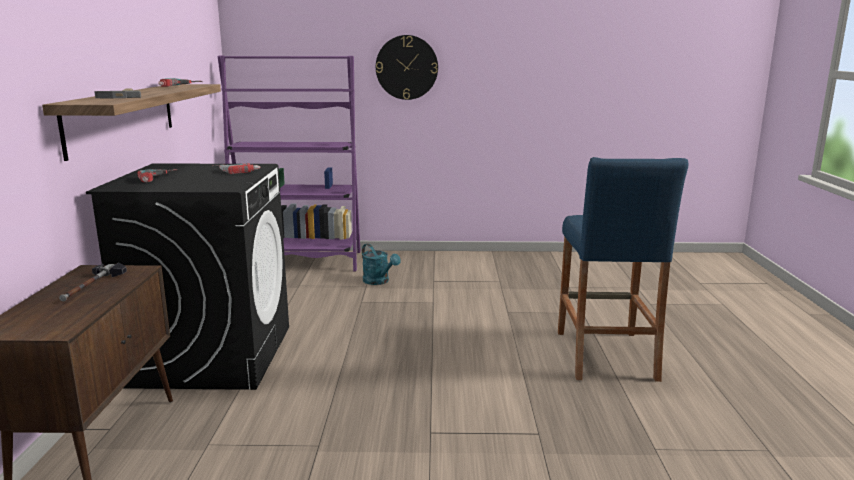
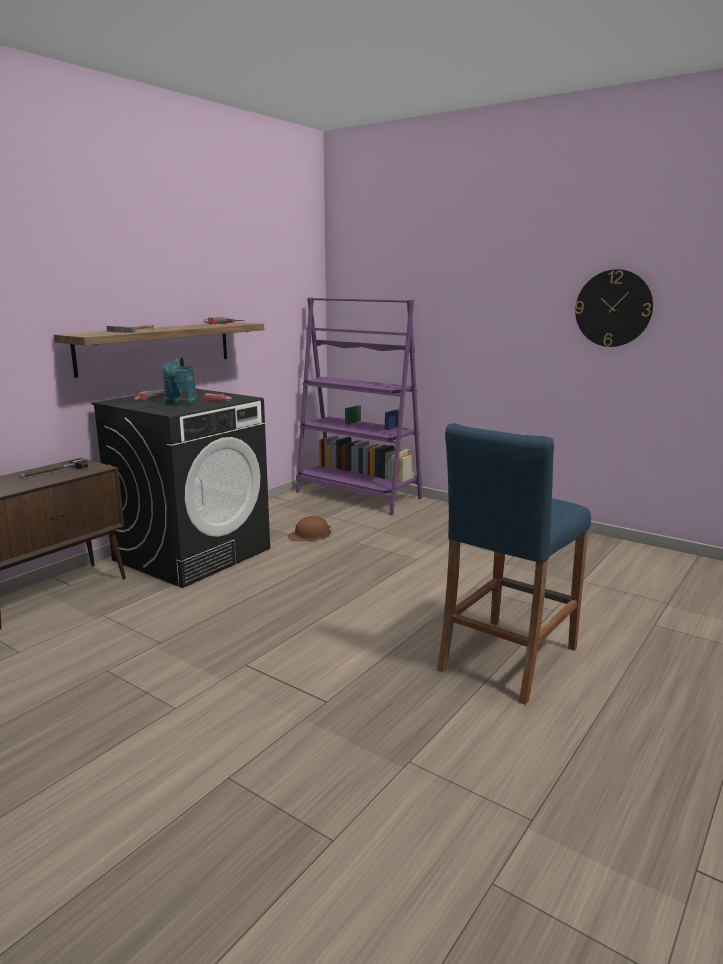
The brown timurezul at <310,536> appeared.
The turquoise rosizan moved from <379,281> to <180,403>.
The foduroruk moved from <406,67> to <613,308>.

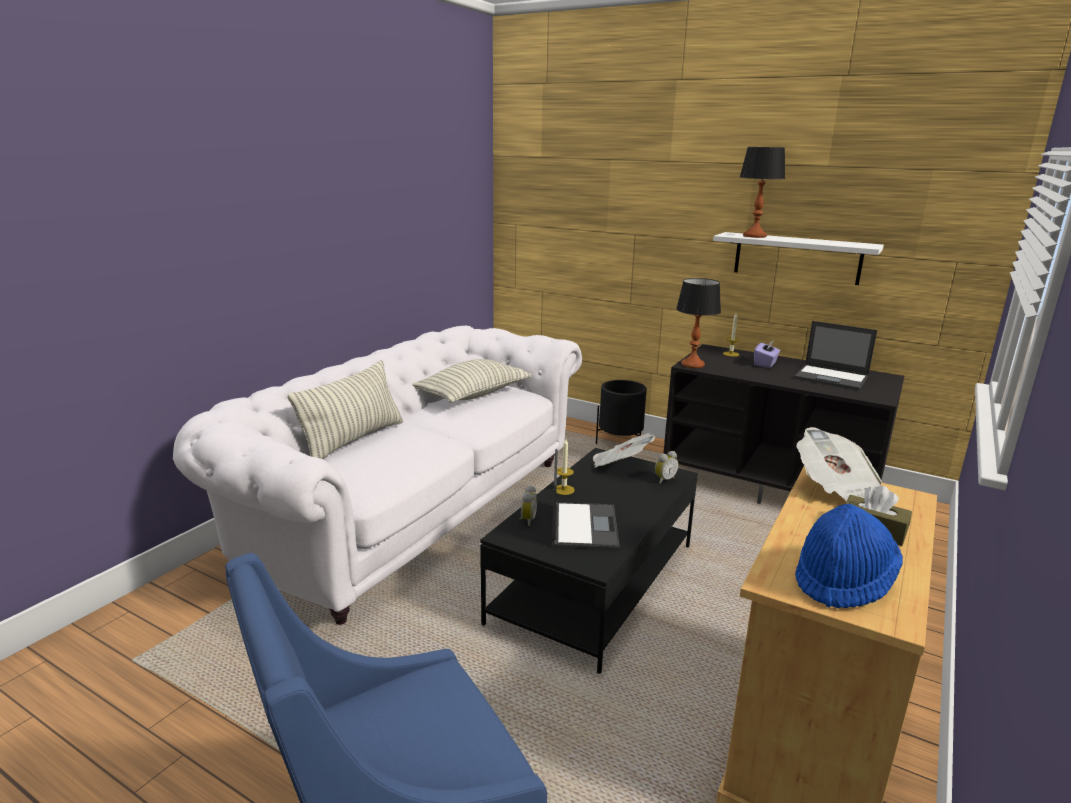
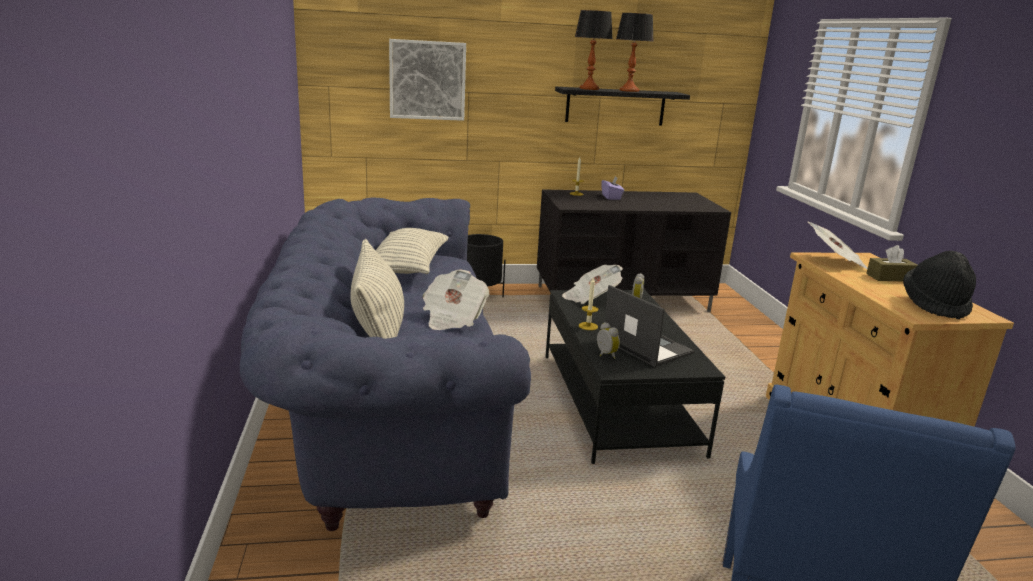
The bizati at <832,378> disappeared.
The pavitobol at <427,80> appeared.
The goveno at <453,318> appeared.
The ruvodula moved from <693,364> to <629,90>.
The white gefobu at <408,510> became the blue gefobu at <387,402>.
The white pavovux at <797,258> became the black pavovux at <615,106>.
The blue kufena at <843,581> became the black kufena at <934,305>.

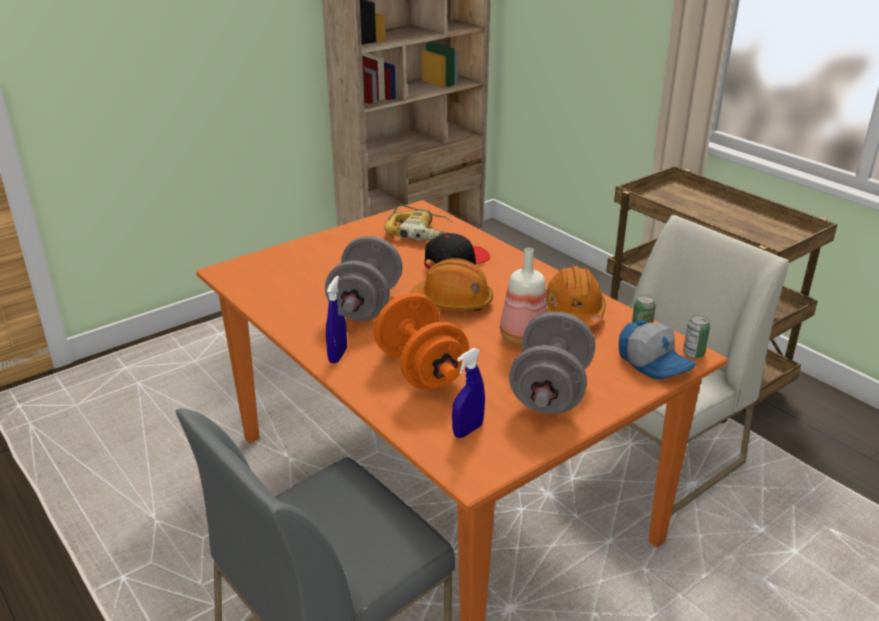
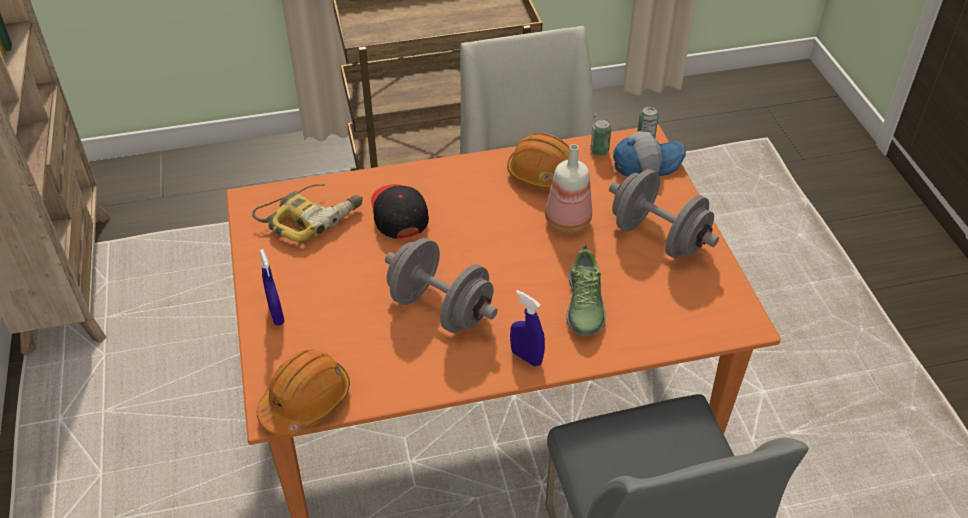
The orange timurezul moved from <453,302> to <306,401>.
The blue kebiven moved from <468,430> to <276,315>.
The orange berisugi at <421,370> was replaced by the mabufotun at <583,305>.

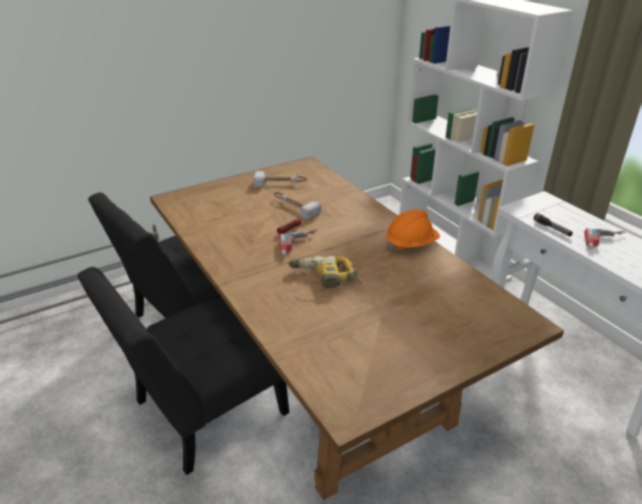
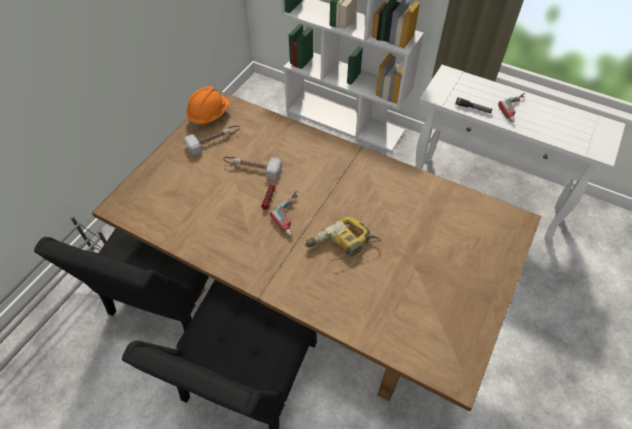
The orange timurezul moved from <411,244> to <209,115>.

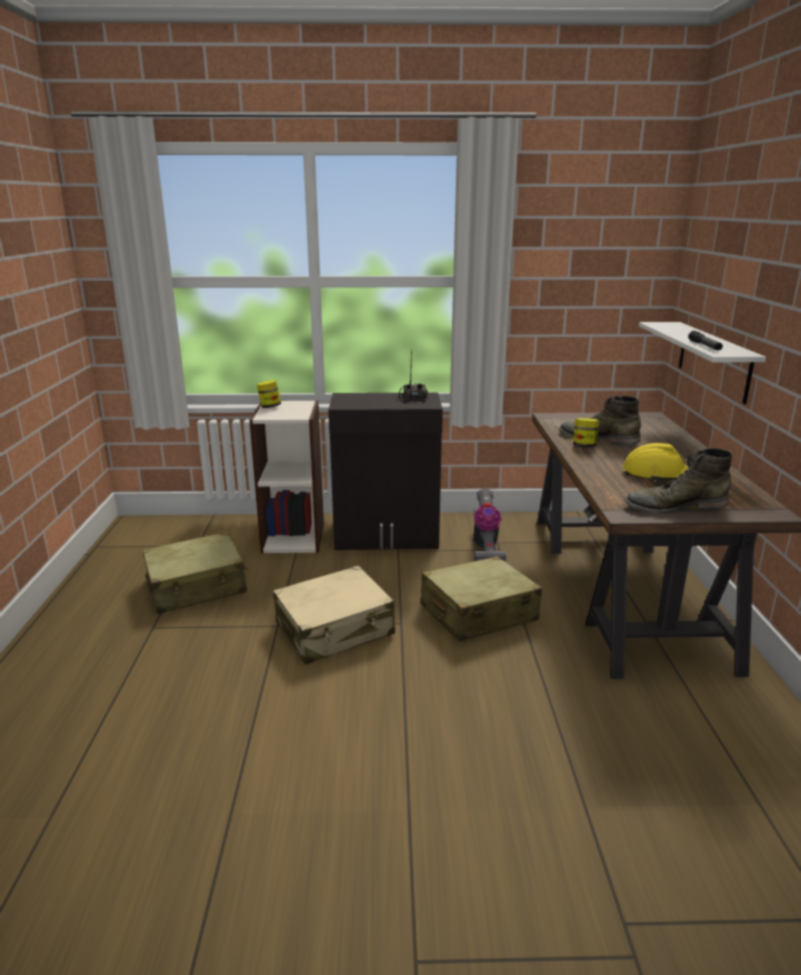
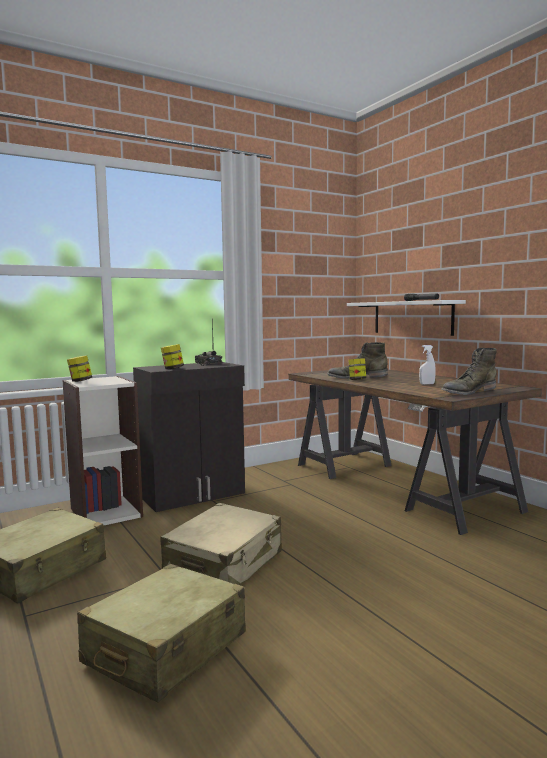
The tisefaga at <485,548> disappeared.
The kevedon at <172,369> appeared.
The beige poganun moved from <478,613> to <165,649>.
The yellow timurezul at <656,475> was replaced by the white kebiven at <427,384>.

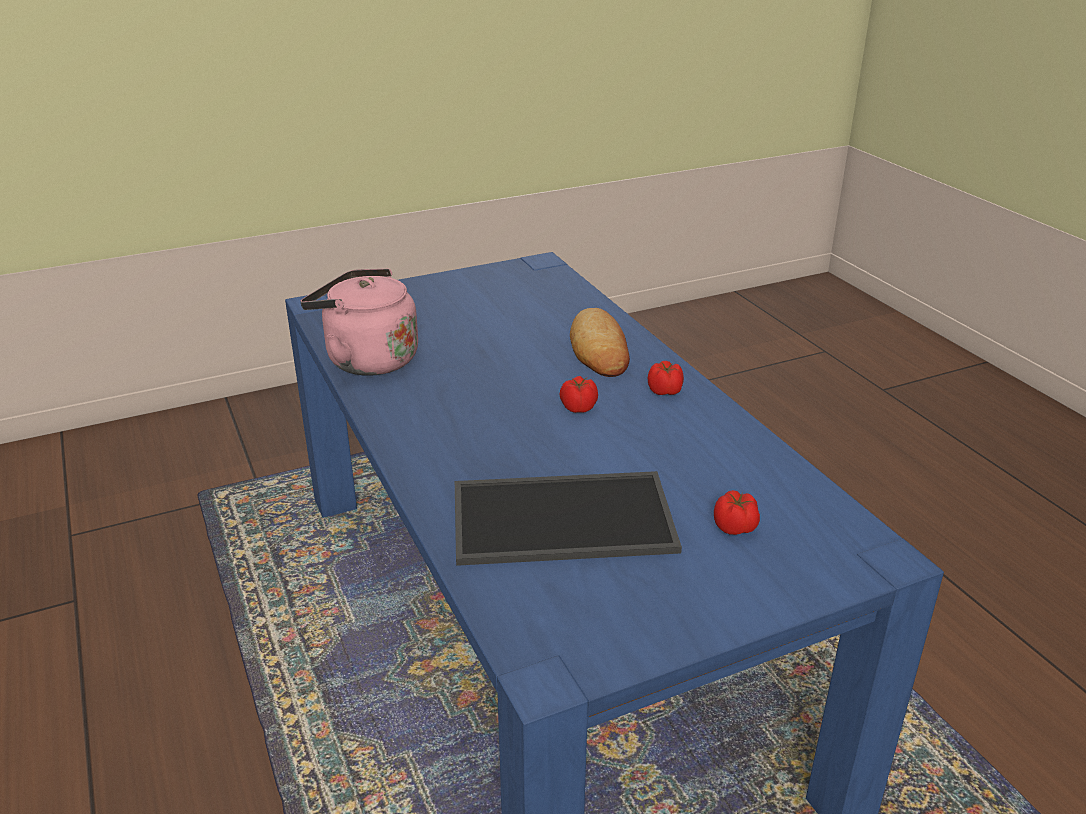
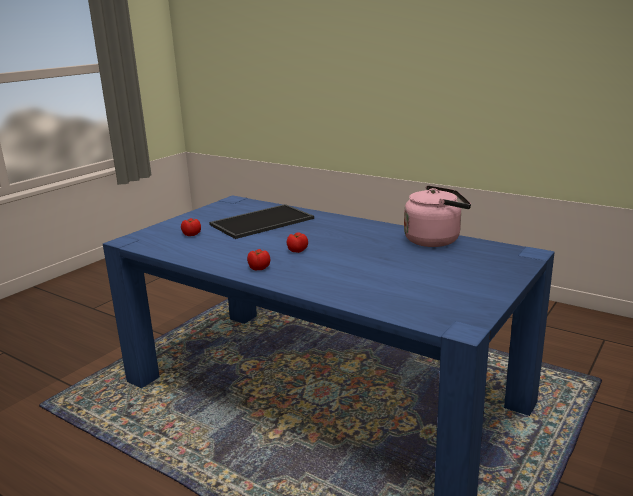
The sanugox at <599,349> disappeared.

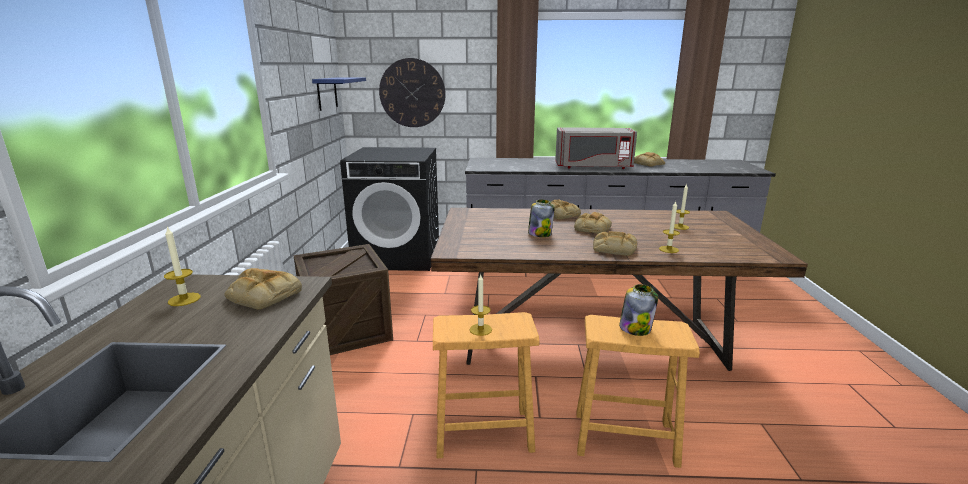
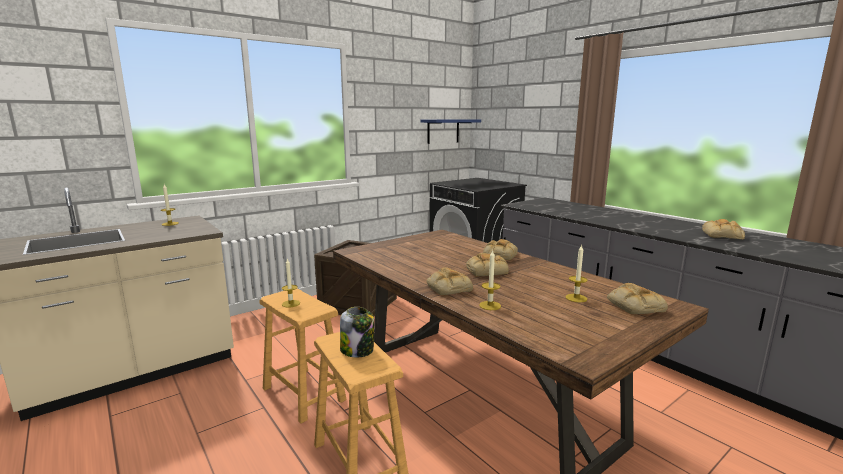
The foduroruk at <412,93> disappeared.
The kevedon at <540,234> disappeared.
The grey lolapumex at <593,167> disappeared.
The sanugox moved from <262,295> to <634,305>.

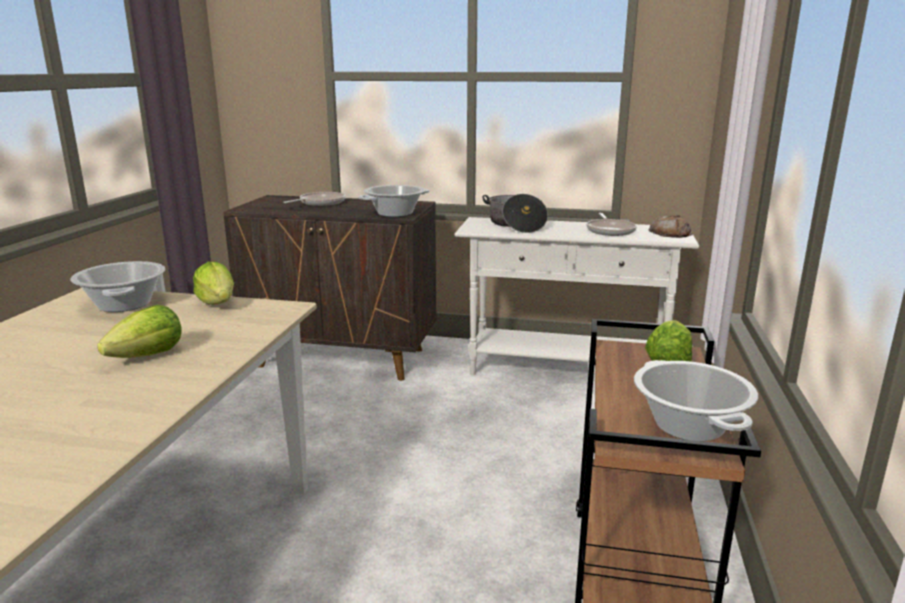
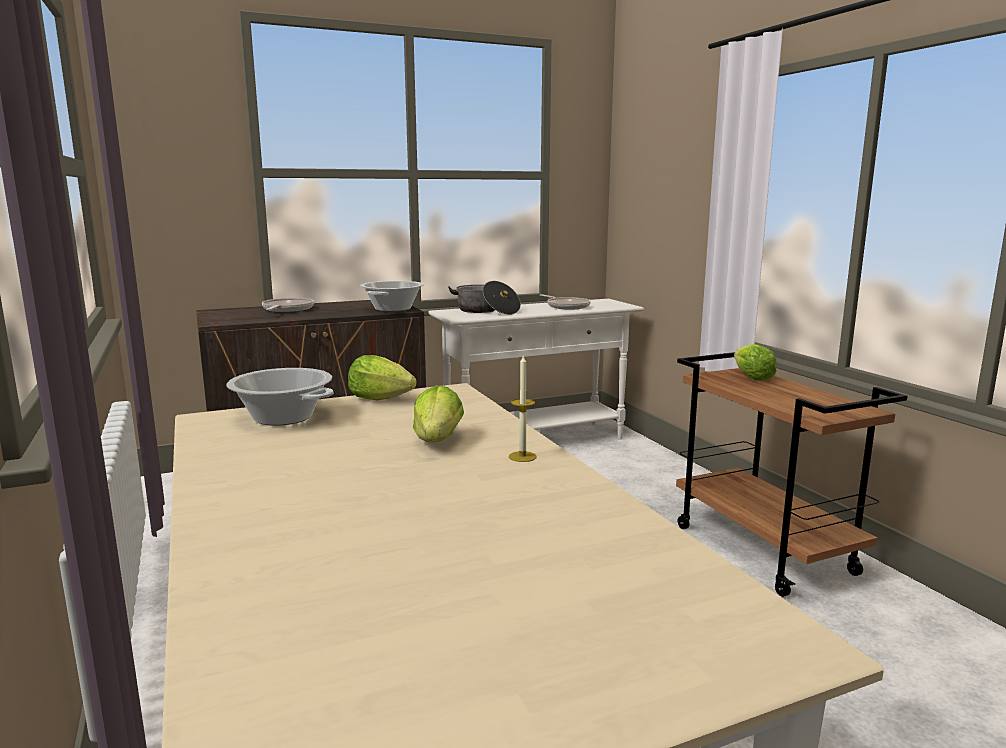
The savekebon at <688,426> disappeared.
The sanugox at <670,233> disappeared.
The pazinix at <522,456> appeared.

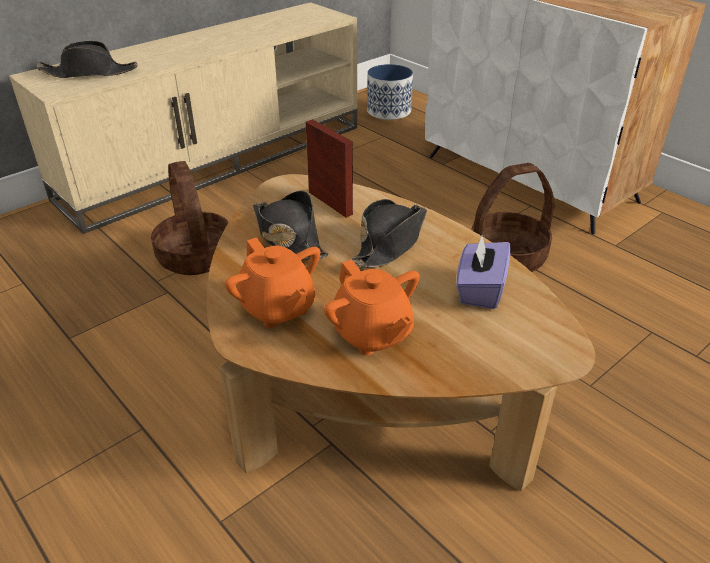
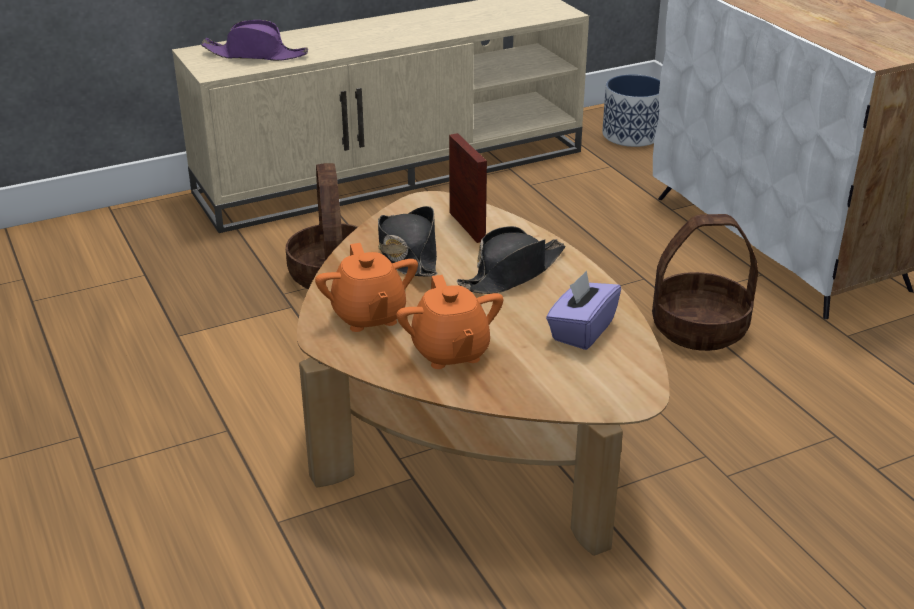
The black kufena at <90,73> became the purple kufena at <256,55>.

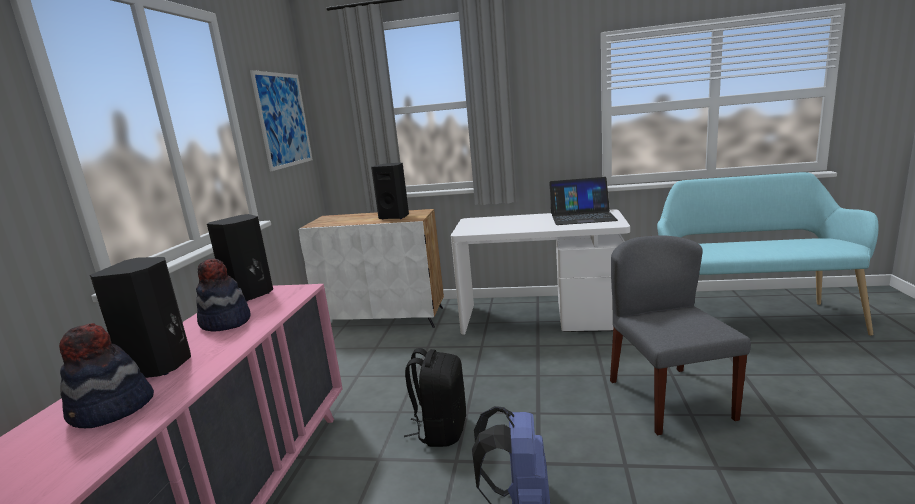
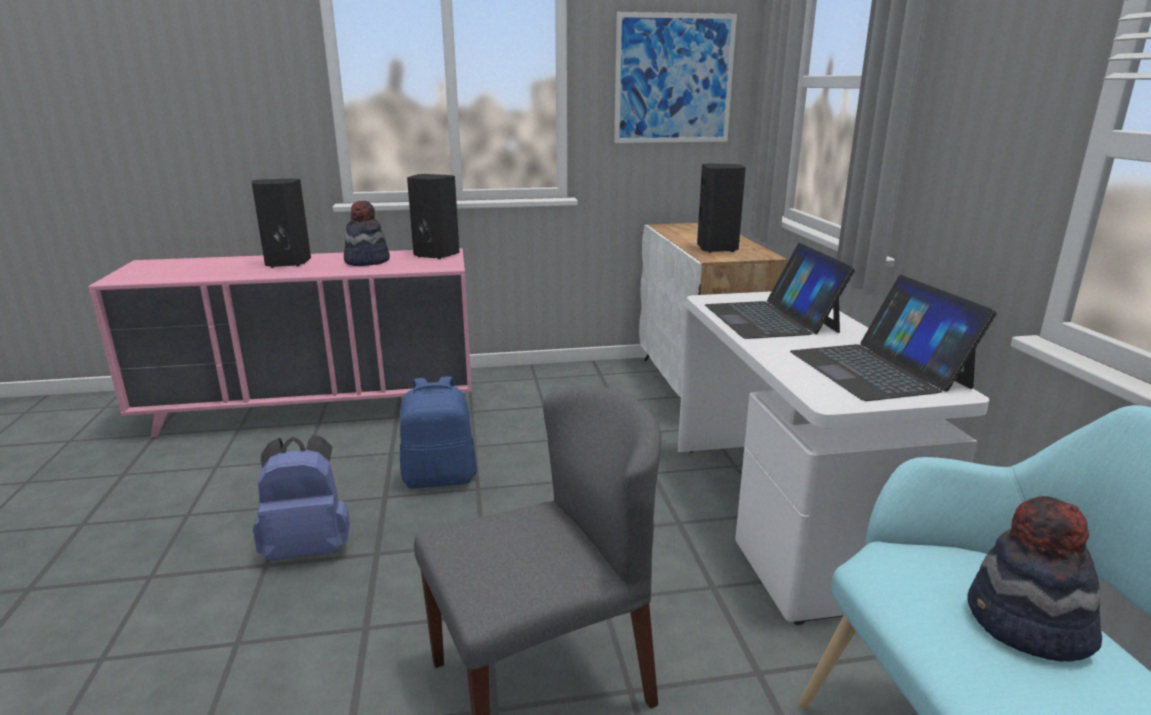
The bizati at <771,318> appeared.
The kufena moved from <112,410> to <1027,626>.
The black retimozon at <441,430> became the blue retimozon at <440,478>.

